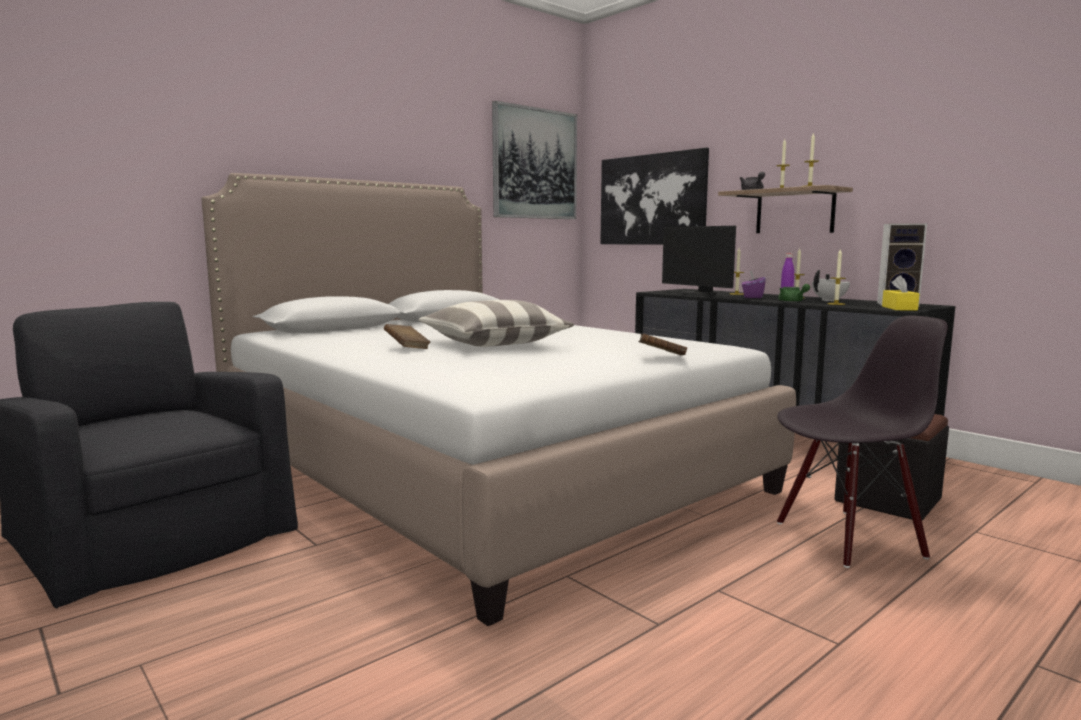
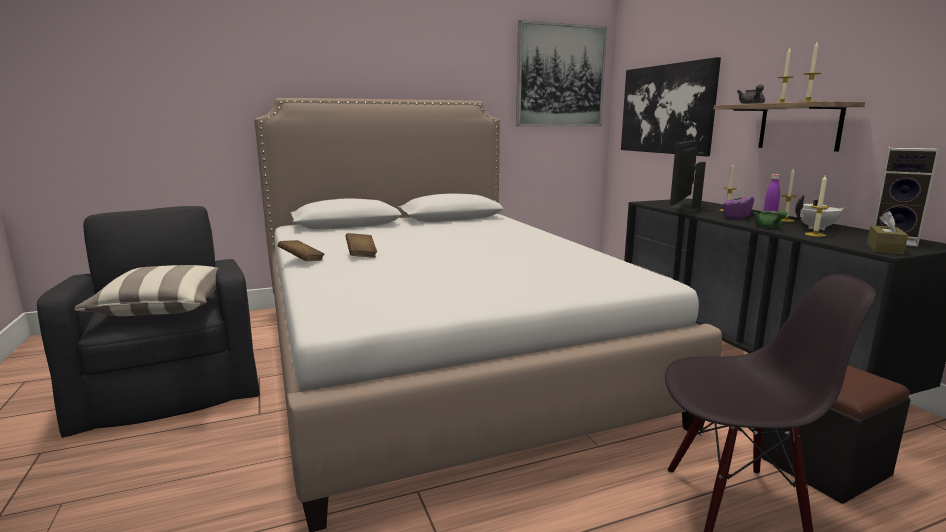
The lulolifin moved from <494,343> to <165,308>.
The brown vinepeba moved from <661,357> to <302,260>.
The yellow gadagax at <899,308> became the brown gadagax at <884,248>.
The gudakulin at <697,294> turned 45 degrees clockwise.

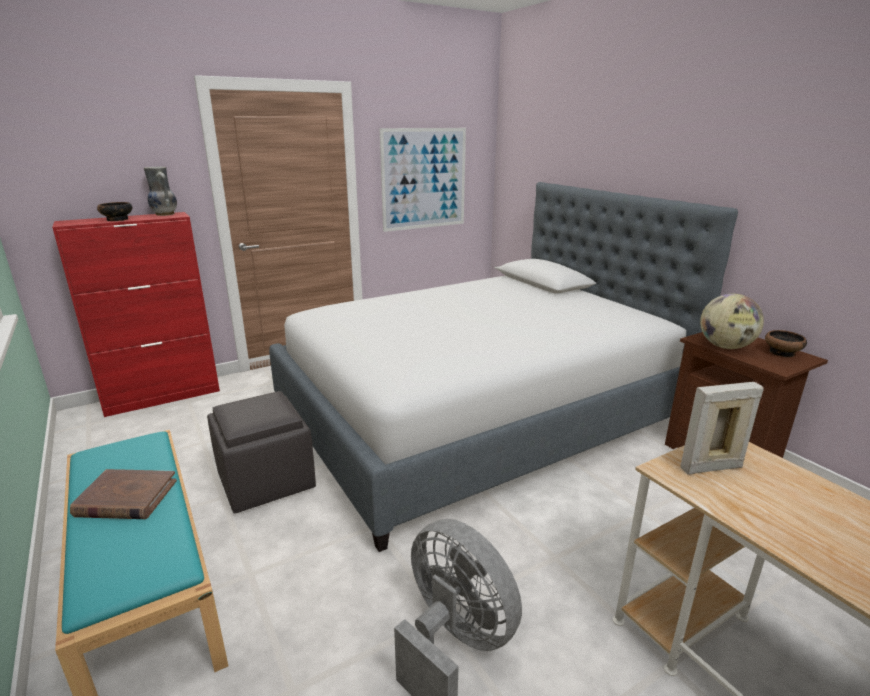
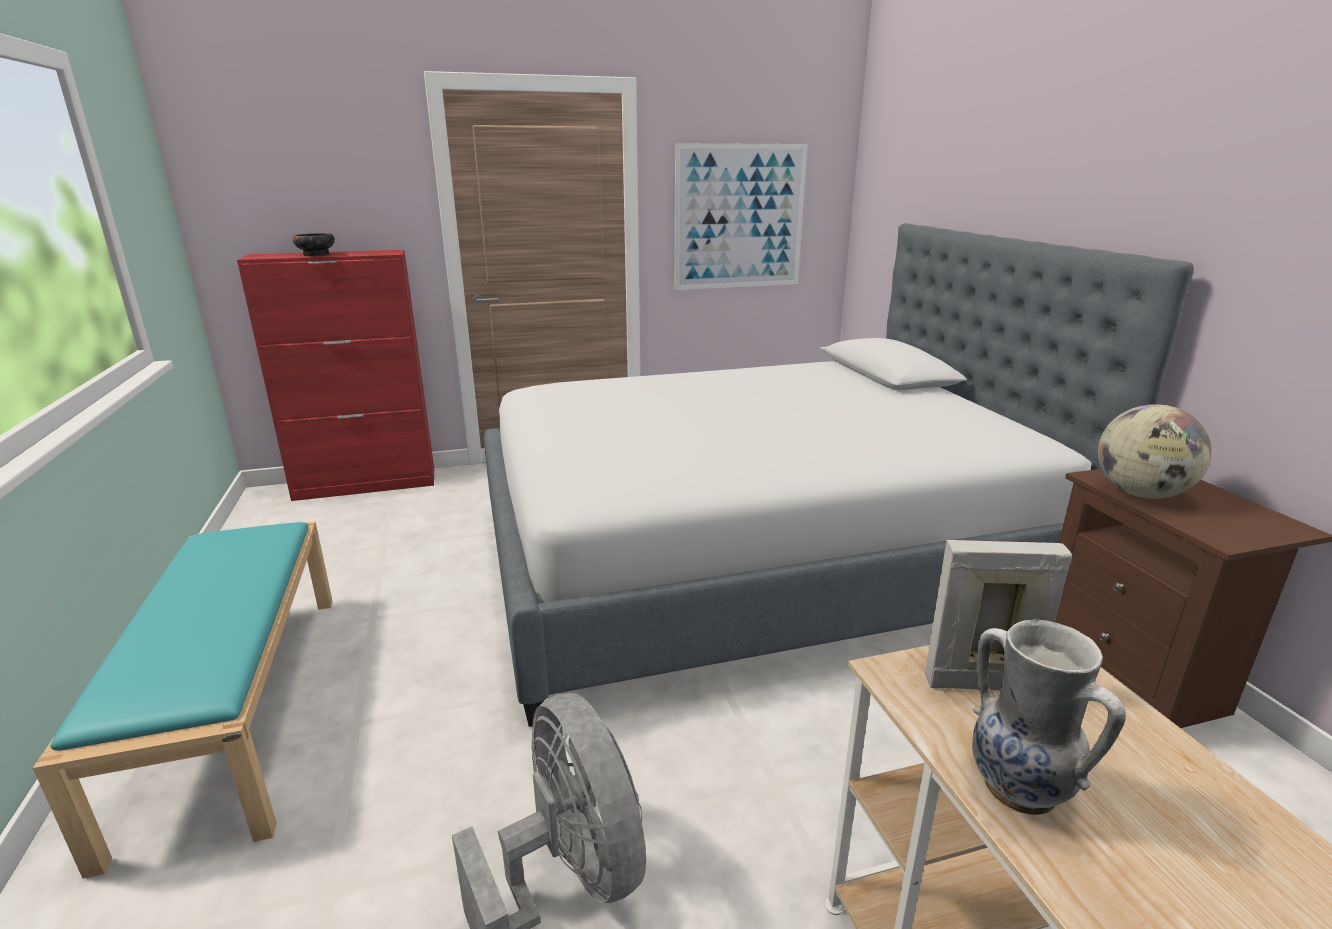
The brown vinepeba at <126,498> disappeared.
The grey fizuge at <267,481> disappeared.
The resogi at <782,353> disappeared.
The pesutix moved from <164,214> to <1017,789>.

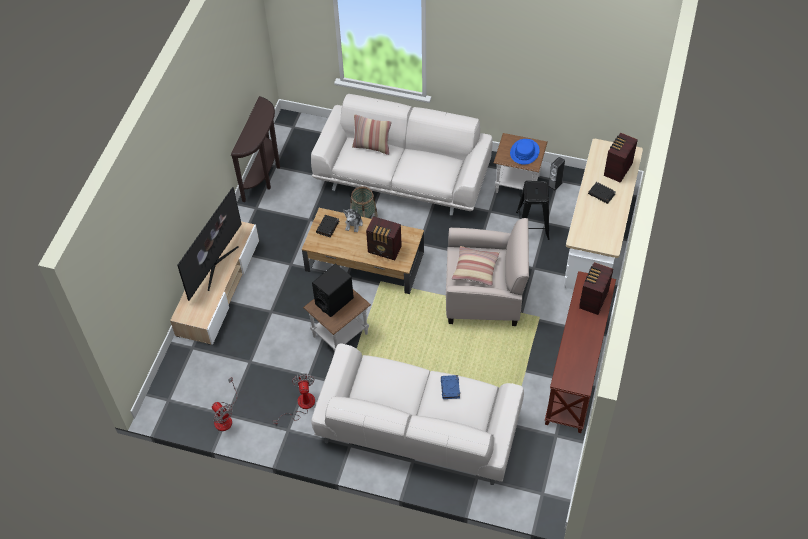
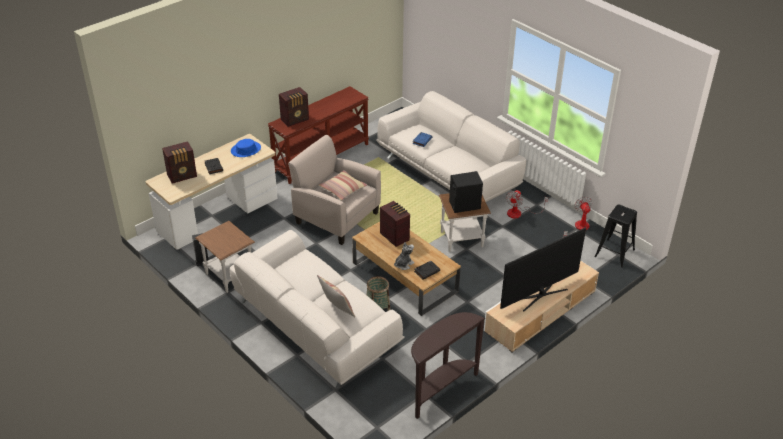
The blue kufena moved from <524,152> to <245,149>.
The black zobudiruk moved from <532,226> to <614,253>.

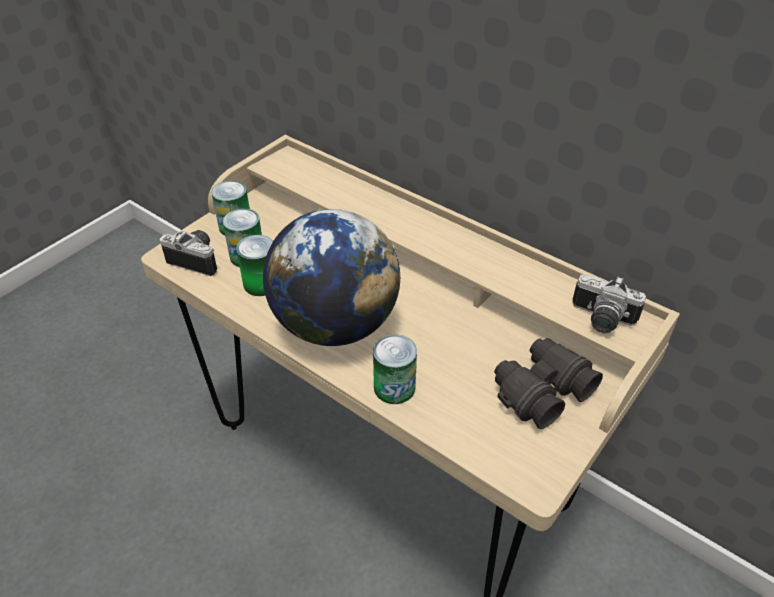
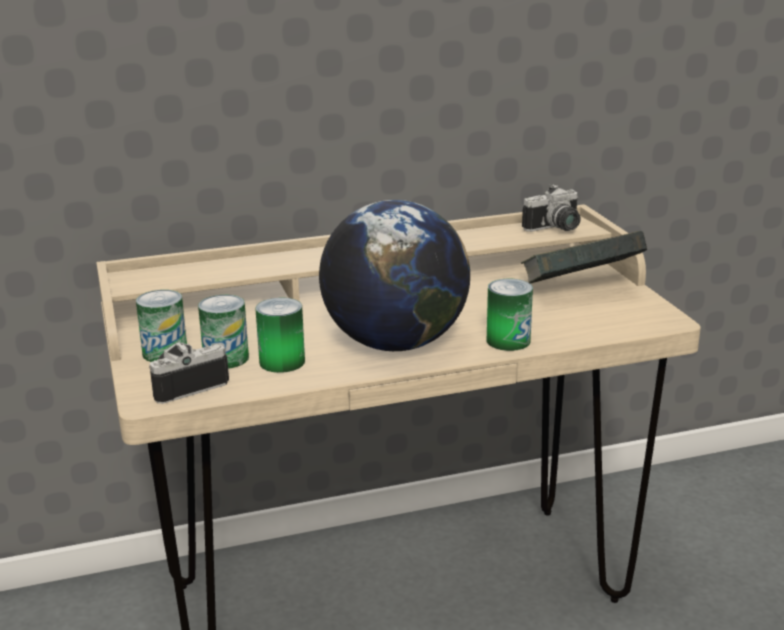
The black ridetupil at <540,391> was replaced by the vinepeba at <579,291>.

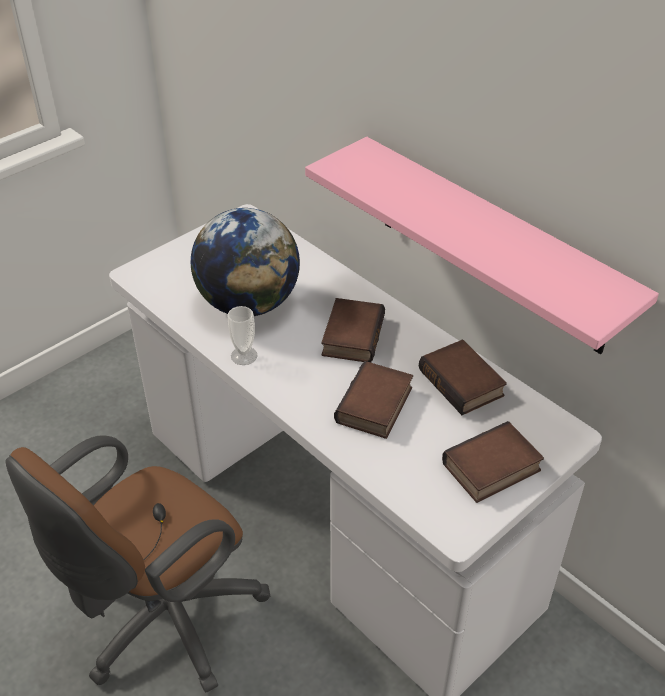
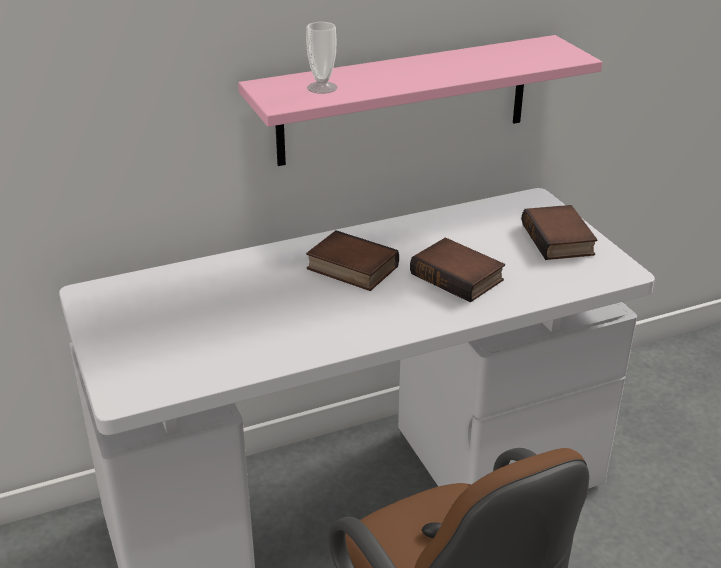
The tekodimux at <249,303> disappeared.
The vinepeba at <463,383> disappeared.
The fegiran moved from <244,356> to <322,88>.

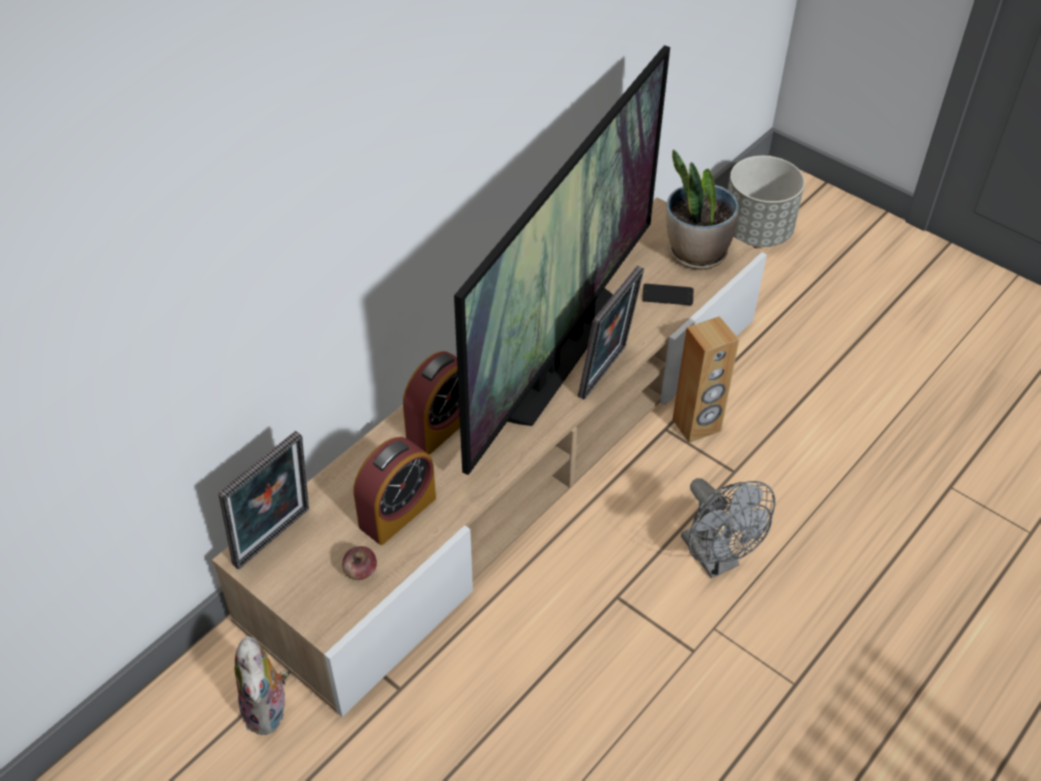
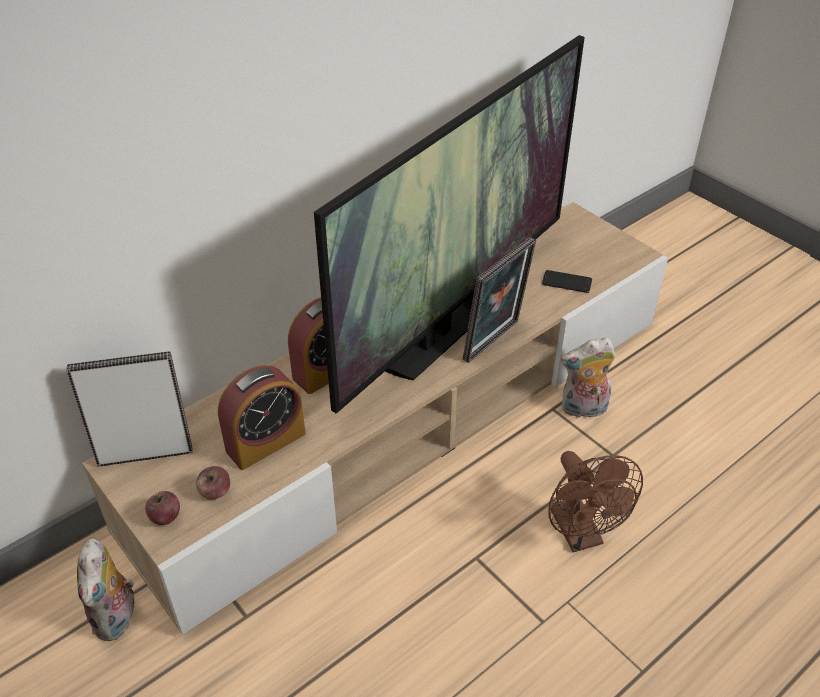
The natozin at <696,253> disappeared.
The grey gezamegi at <757,231> disappeared.
The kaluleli at <165,517> appeared.
The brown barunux at <697,426> was replaced by the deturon at <583,409>.
The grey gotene at <716,559> became the brown gotene at <580,534>.
The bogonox at <276,540> turned 150 degrees counterclockwise.

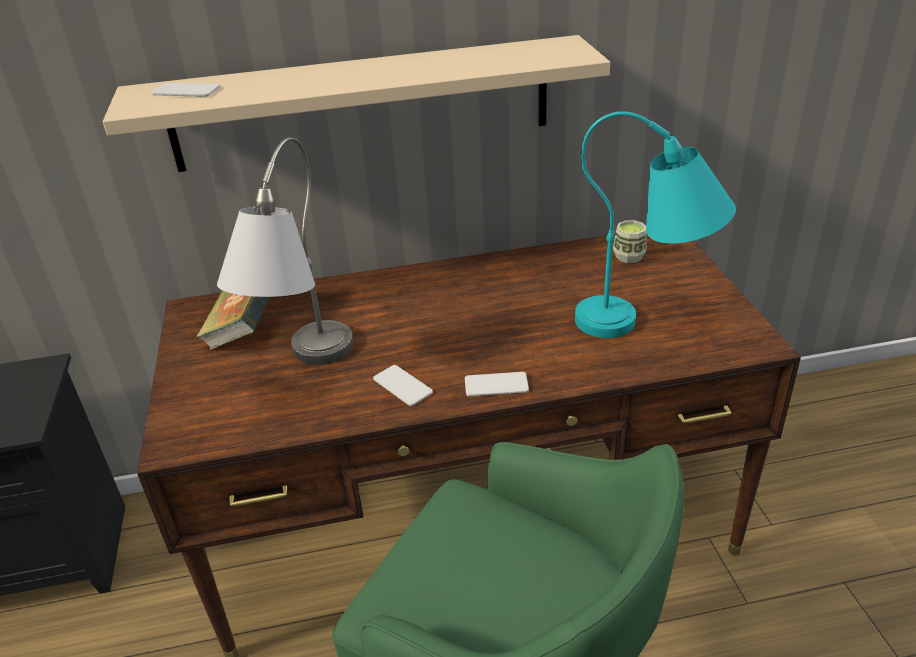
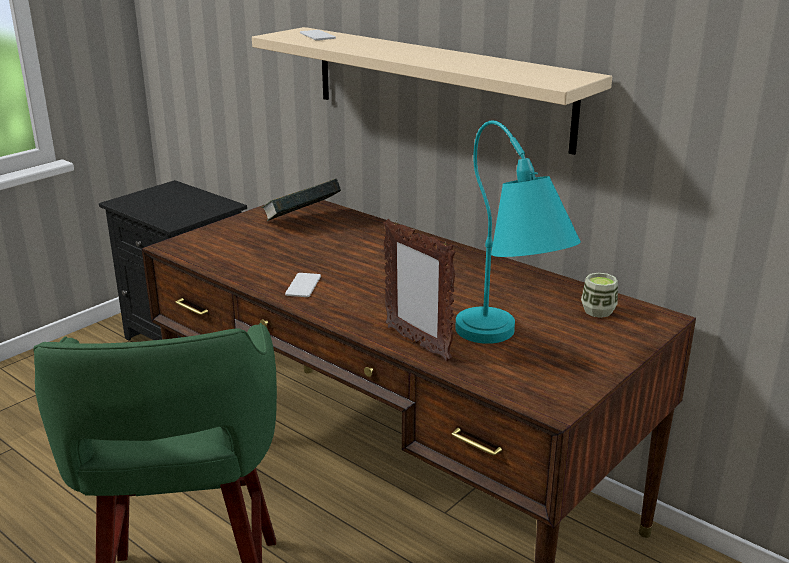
The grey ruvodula at <303,371> disappeared.
The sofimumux at <496,385> disappeared.
The bogonox at <417,343> appeared.

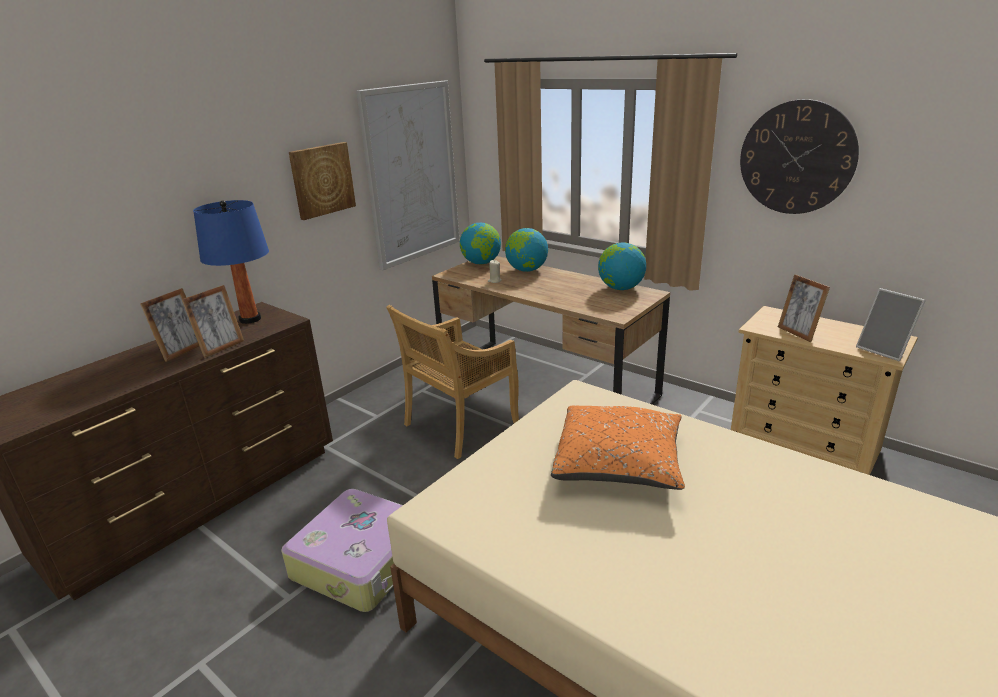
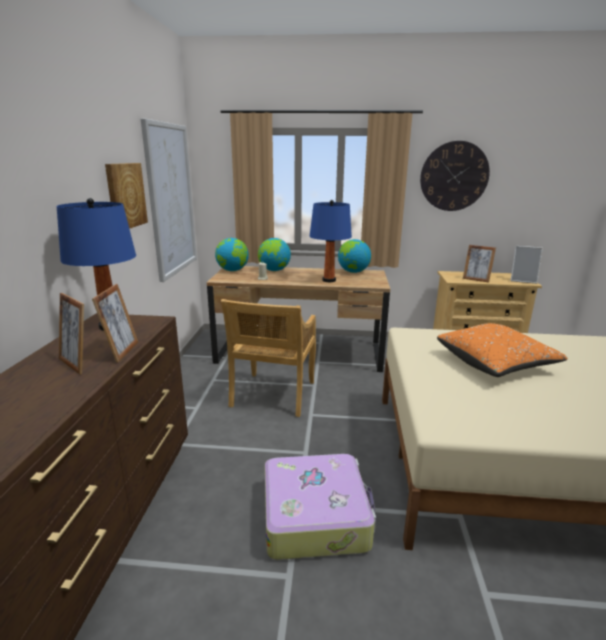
The blue ruvodula at <328,280> appeared.
The bogonox at <182,351> turned 135 degrees clockwise.

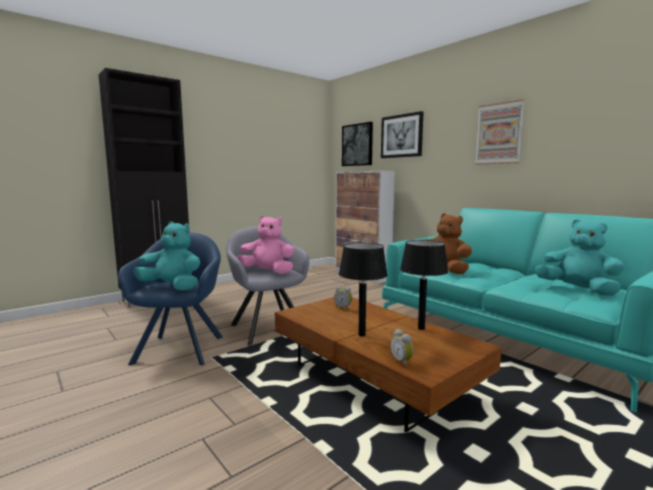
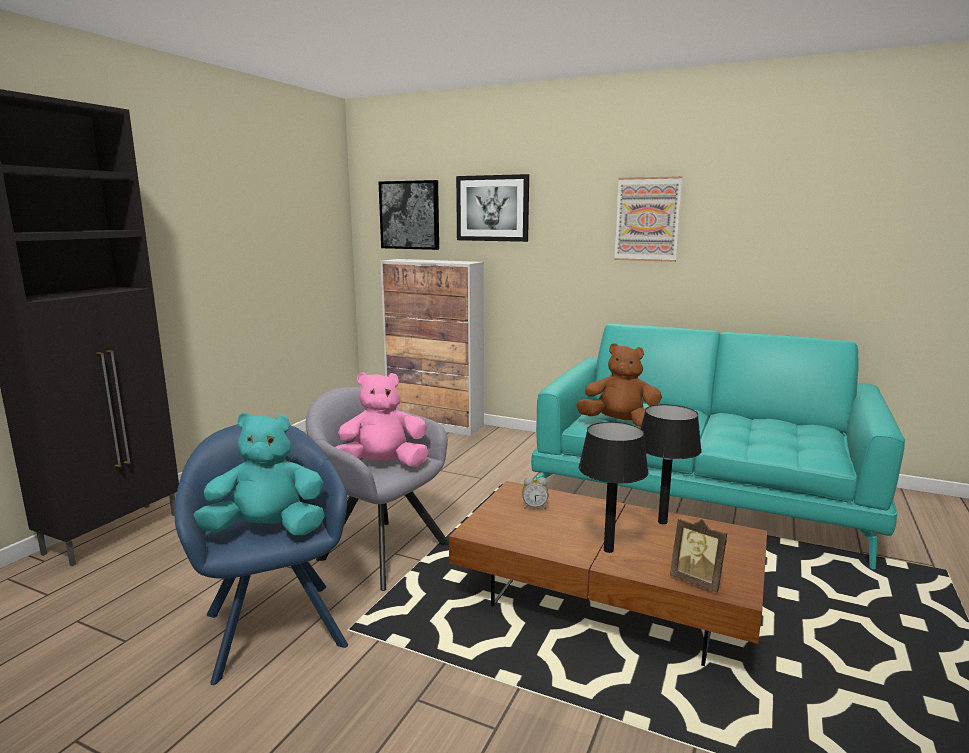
The turquoise deturon at <577,290> disappeared.
The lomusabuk at <402,362> was replaced by the bogonox at <697,581>.

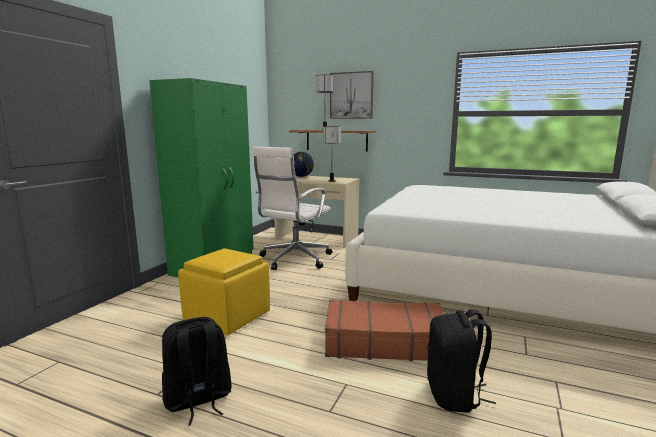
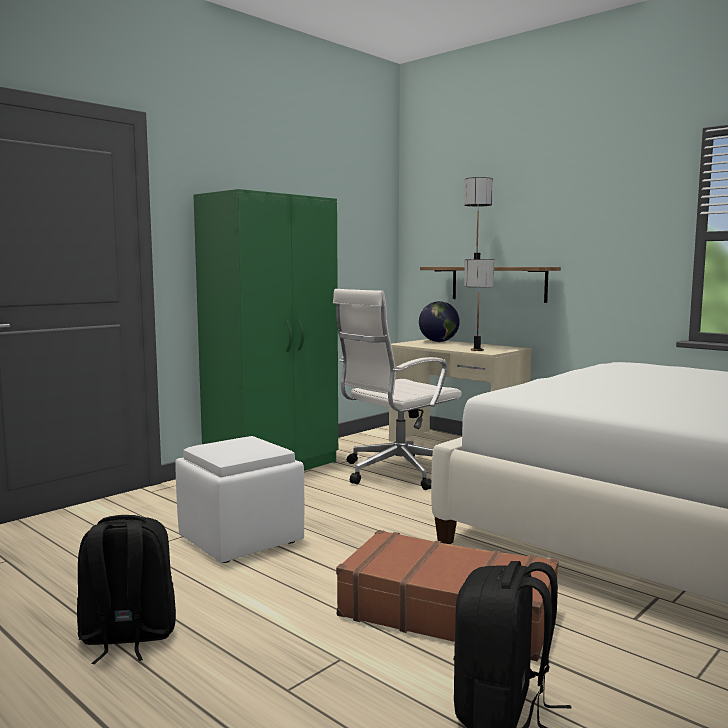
The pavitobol at <351,95> disappeared.
The yellow fizuge at <227,316> became the white fizuge at <241,539>.

